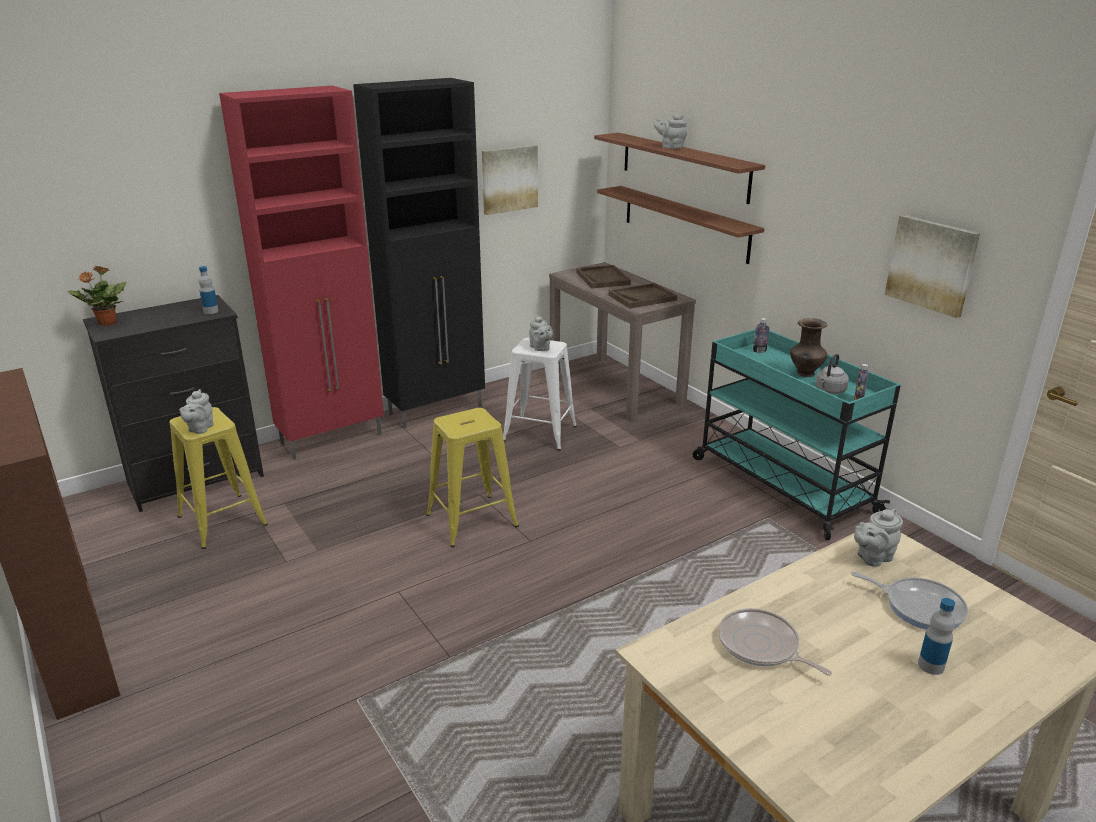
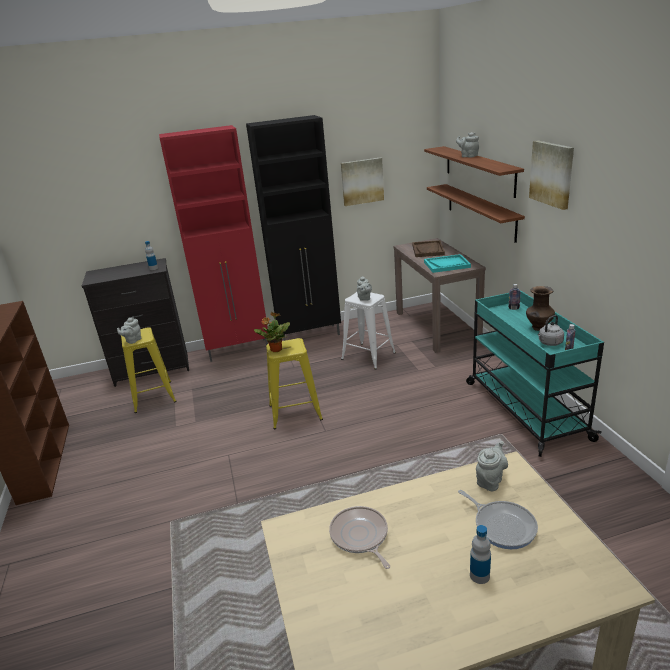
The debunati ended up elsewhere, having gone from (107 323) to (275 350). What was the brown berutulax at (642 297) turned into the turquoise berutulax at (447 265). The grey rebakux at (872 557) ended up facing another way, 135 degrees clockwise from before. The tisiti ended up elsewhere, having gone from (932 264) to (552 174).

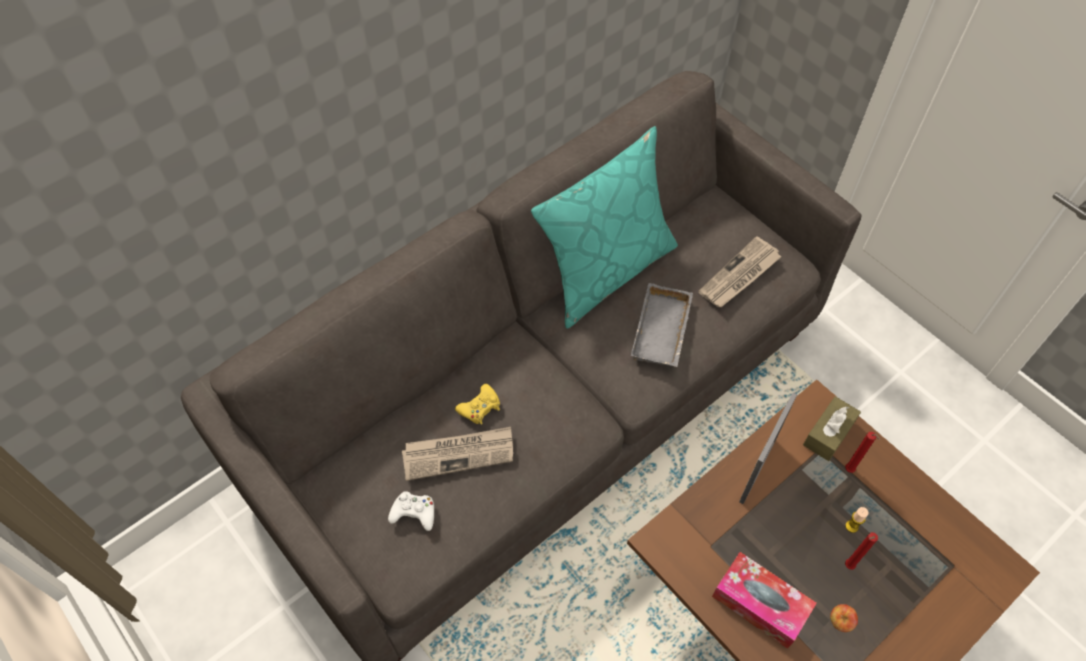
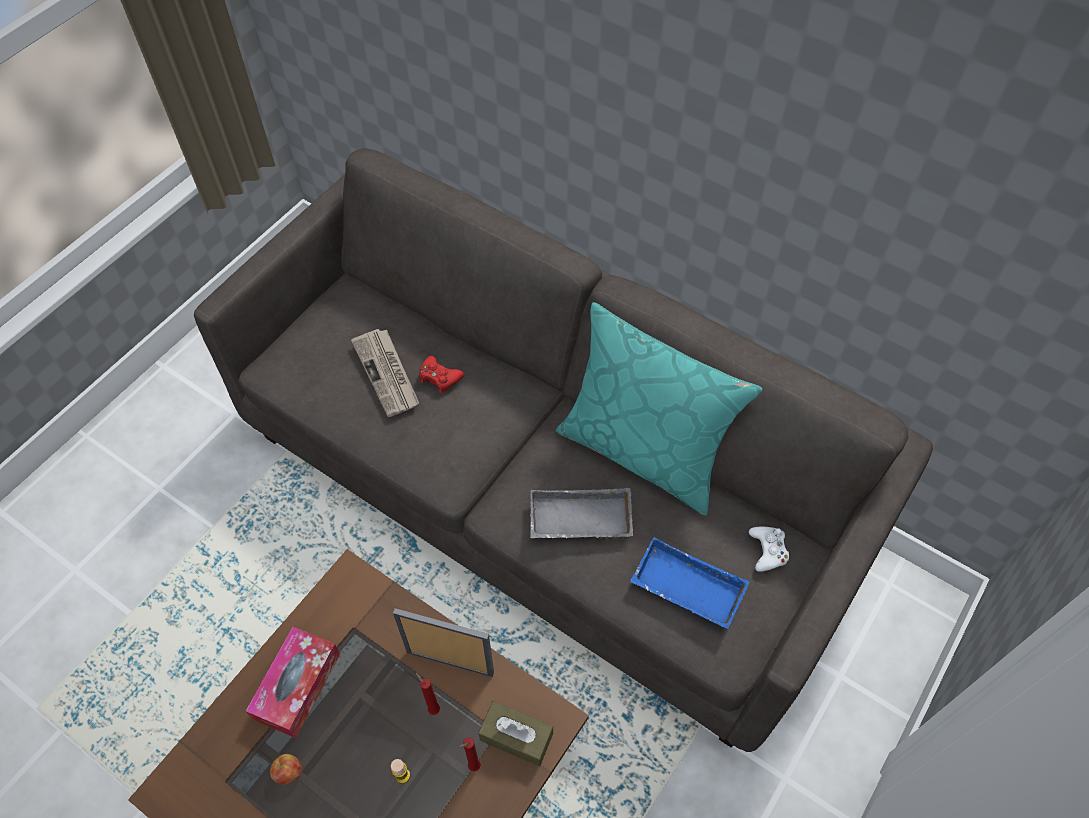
The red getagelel ended up elsewhere, having gone from (847 566) to (432 708). What was the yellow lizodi at (480 408) turned into the red lizodi at (439 377). Where the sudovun stood at (739 276), the blue berutulax came to stand at (685 589). The white lizodi ended up elsewhere, having gone from (414 513) to (768 551).

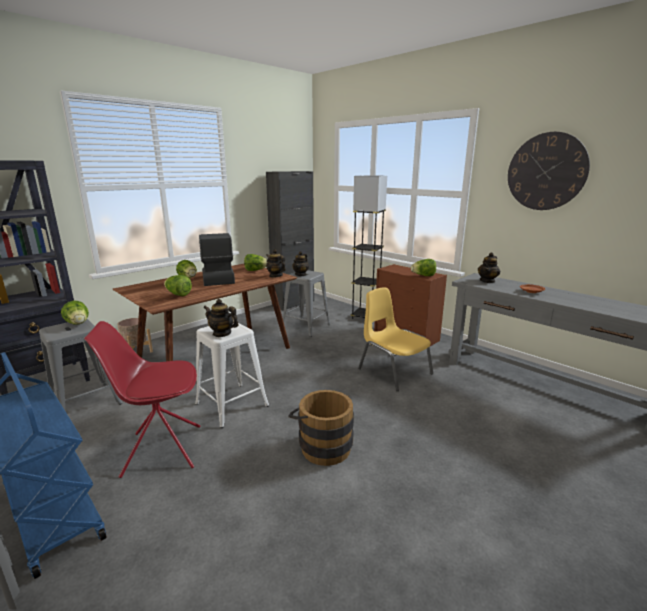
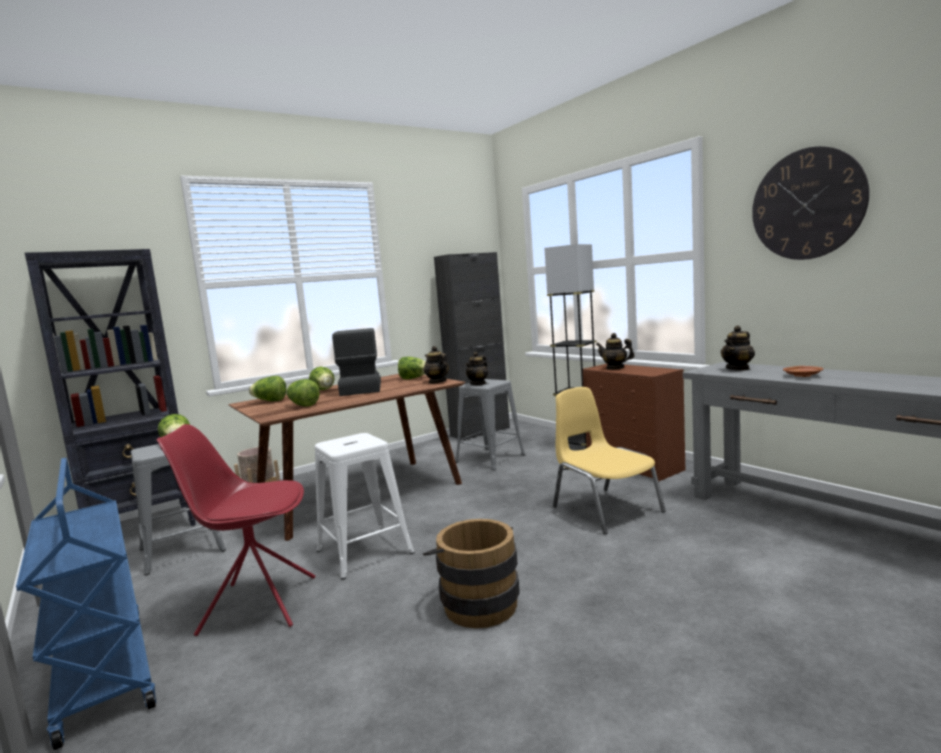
The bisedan ended up elsewhere, having gone from (423 276) to (270 401). The rebakux ended up elsewhere, having gone from (222 333) to (615 368).

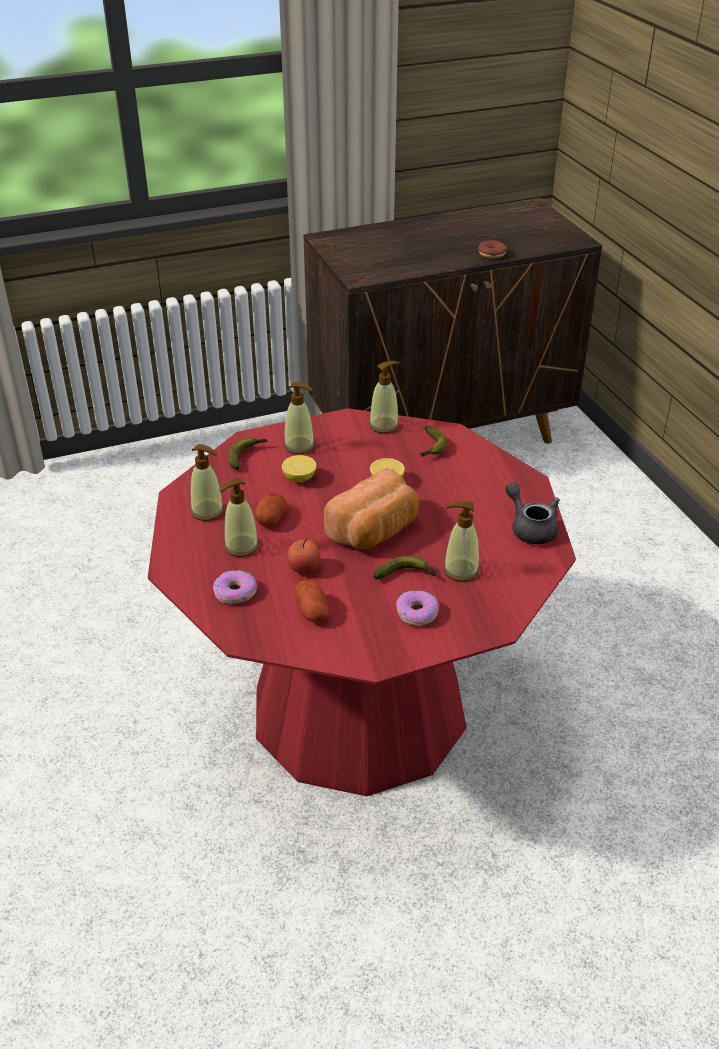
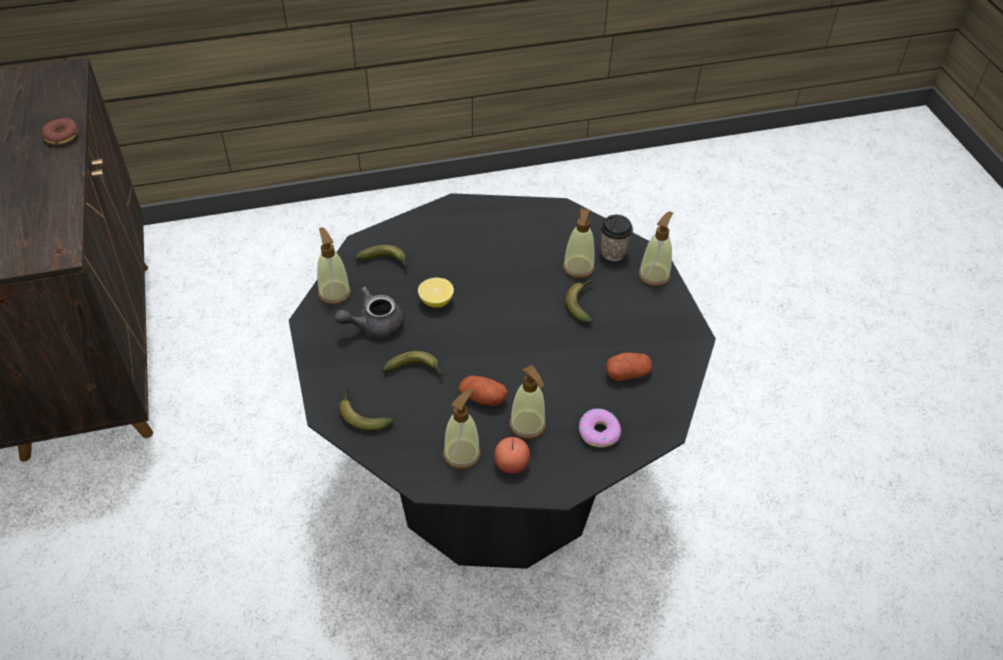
What was the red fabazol at (359 708) turned into the black fabazol at (497 477). The grey rebakux ended up elsewhere, having gone from (530 528) to (374 325). Where the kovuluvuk stood at (299 478), the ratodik came to stand at (416 370). The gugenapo ended up elsewhere, having gone from (304 568) to (511 464). The second view gained the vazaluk at (613 253). The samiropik ended up elsewhere, having gone from (299 446) to (654 275). The second view lost the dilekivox at (375 531). The second view lost the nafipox at (417 613).

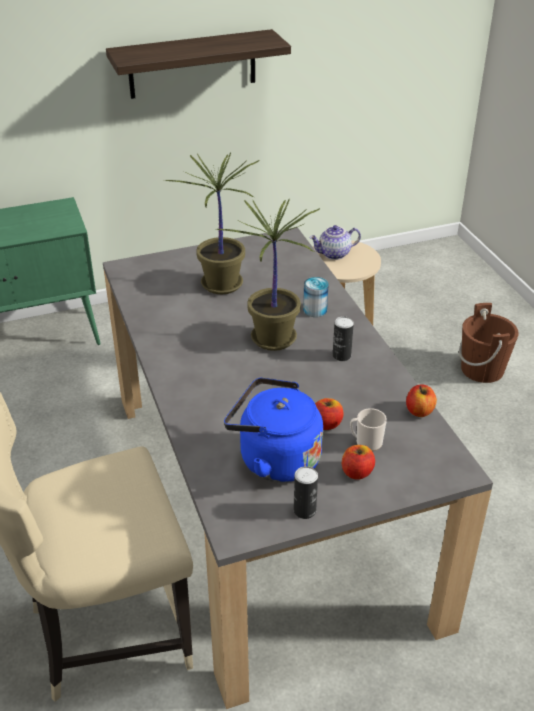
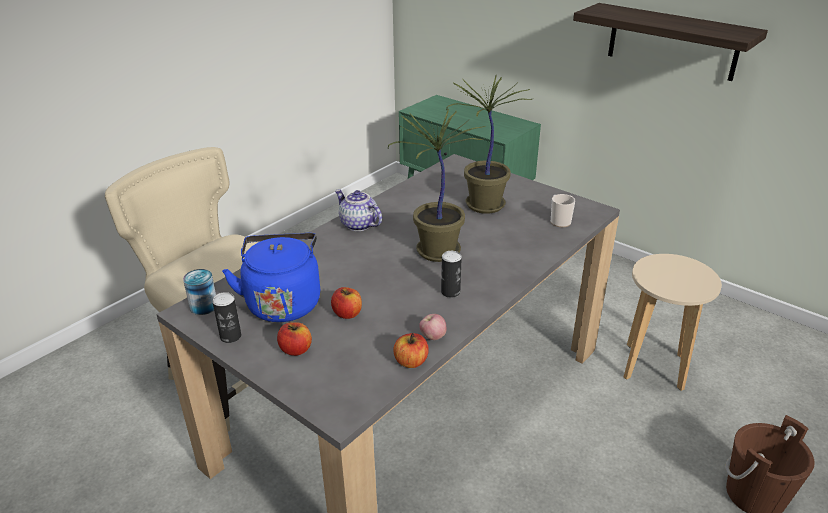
The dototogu ended up elsewhere, having gone from (315 310) to (204 306). The rebakux ended up elsewhere, having gone from (334 254) to (358 225). The second view gained the gugenapo at (432 337). The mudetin ended up elsewhere, having gone from (366 442) to (559 221).

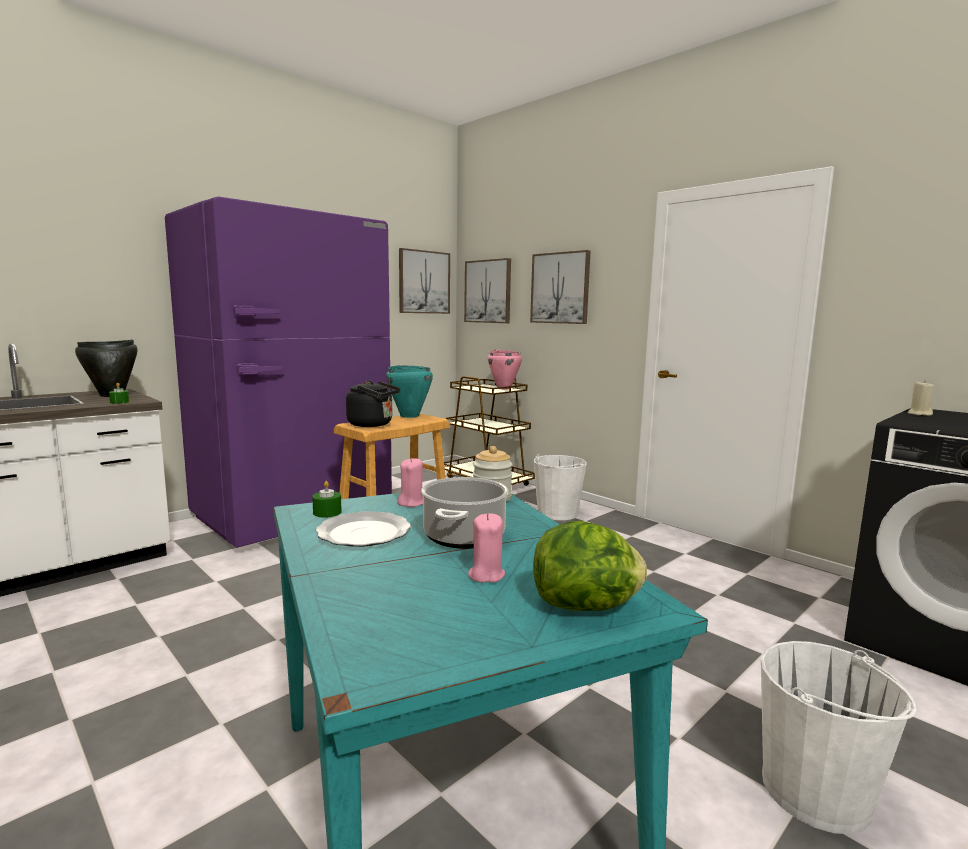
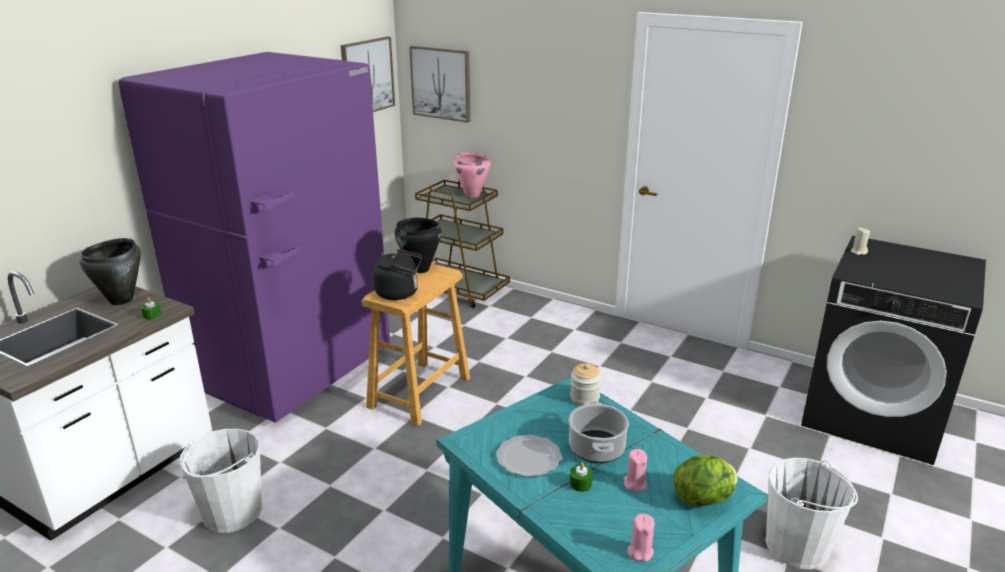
The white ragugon ended up elsewhere, having gone from (557 513) to (232 512). What was the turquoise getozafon at (409 416) turned into the black getozafon at (420 269). The green getagelel ended up elsewhere, having gone from (327 512) to (580 484). The pink getagelel ended up elsewhere, having gone from (411 503) to (640 551). The second view lost the tisiti at (560 288).

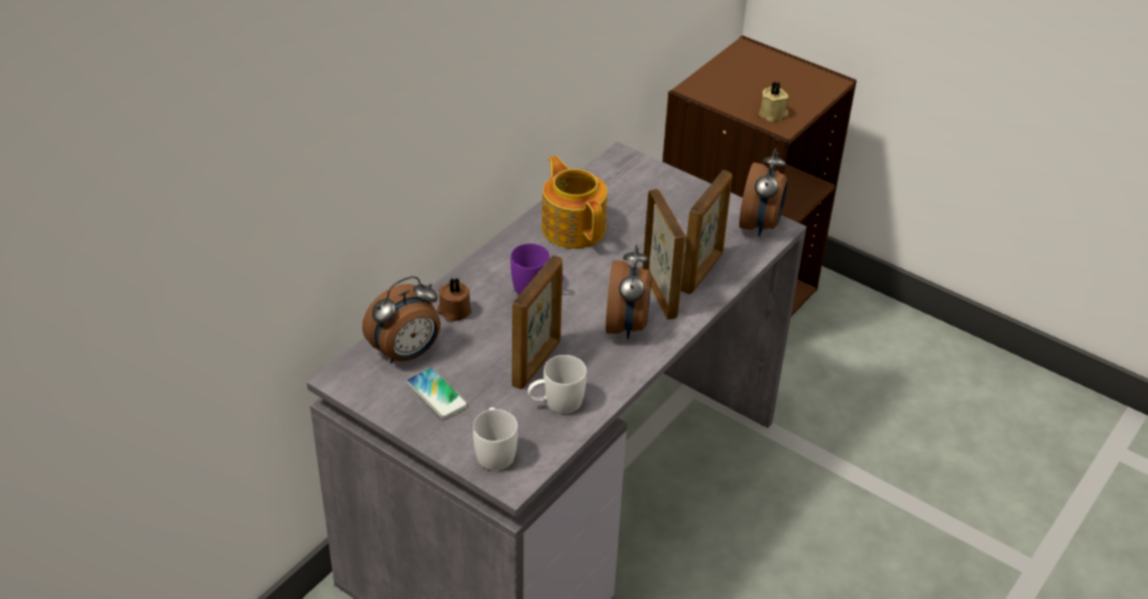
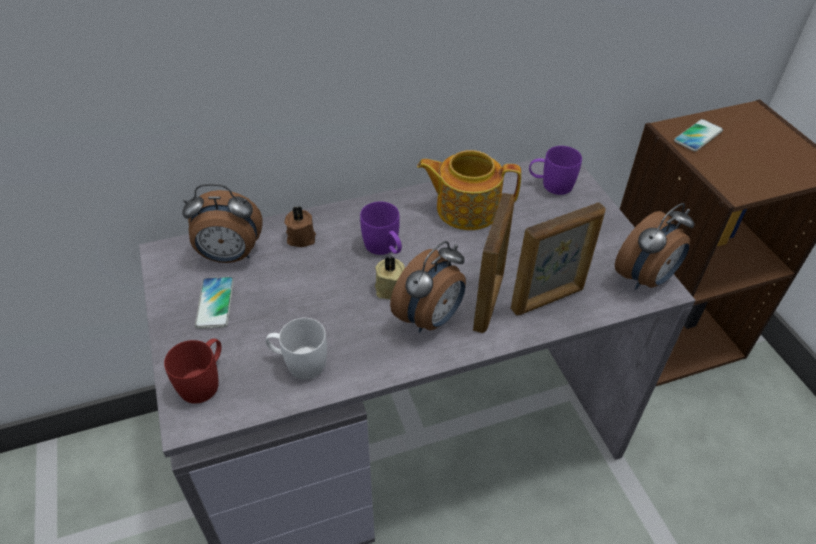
What was the white mudetin at (494 451) turned into the red mudetin at (204 381). The beige getagelel ended up elsewhere, having gone from (773 114) to (391 290). The rebakux at (573 227) ended up facing another way, 90 degrees counterclockwise from before. The second view gained the purple mudetin at (550 185). The second view gained the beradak at (698 136). The second view lost the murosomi at (537 363).

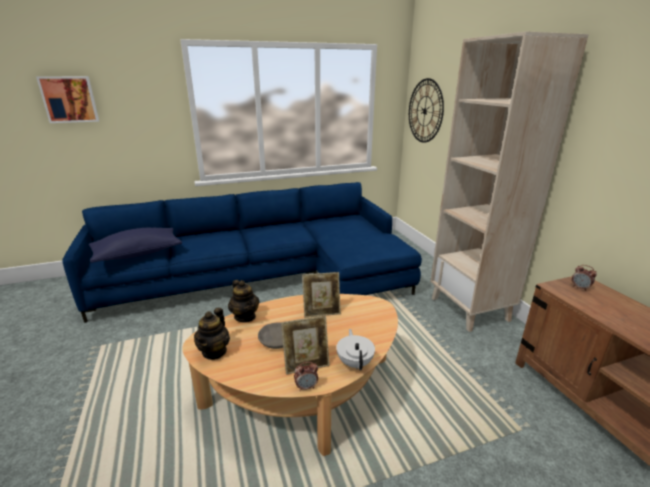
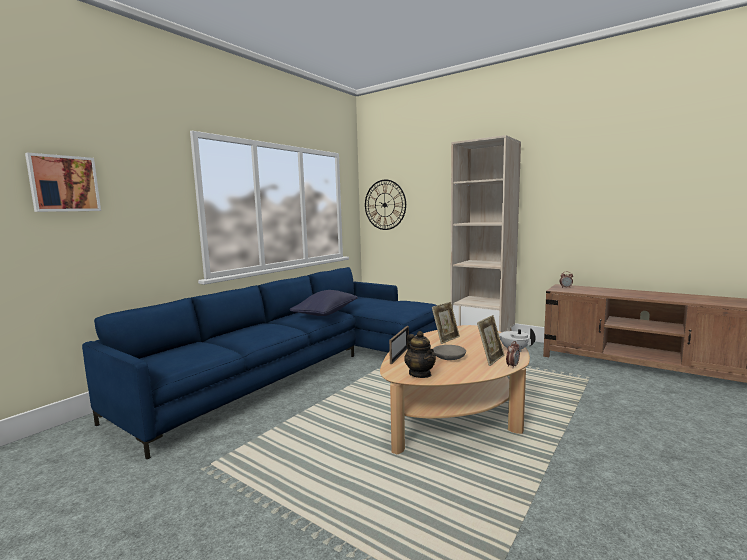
The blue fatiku ended up elsewhere, having gone from (138 254) to (325 313). Where the rebakux stood at (245 316), the murosomi came to stand at (399 355).

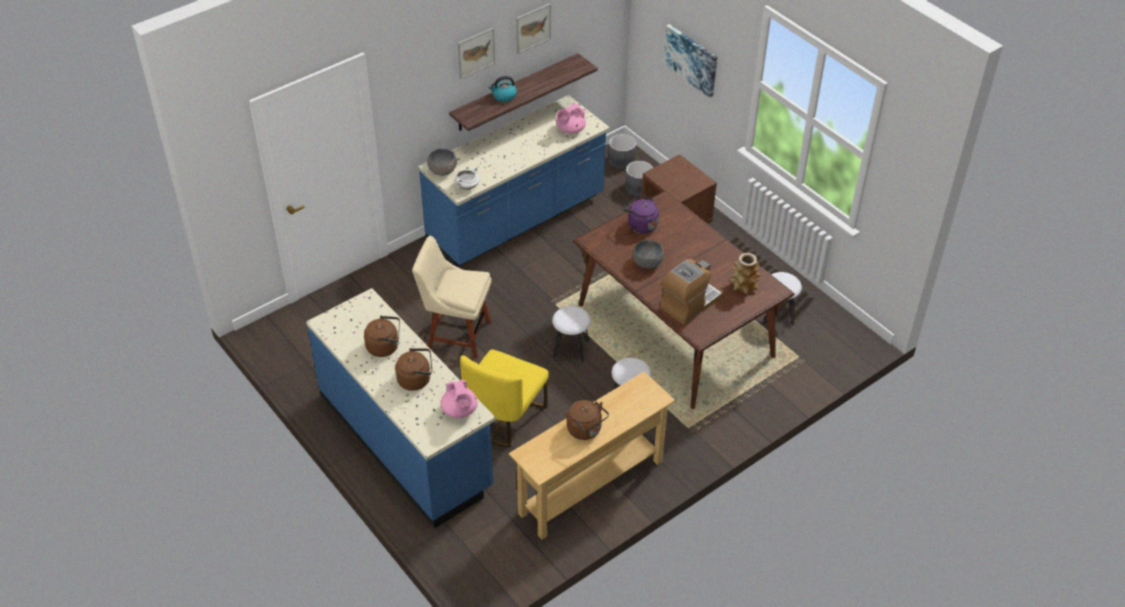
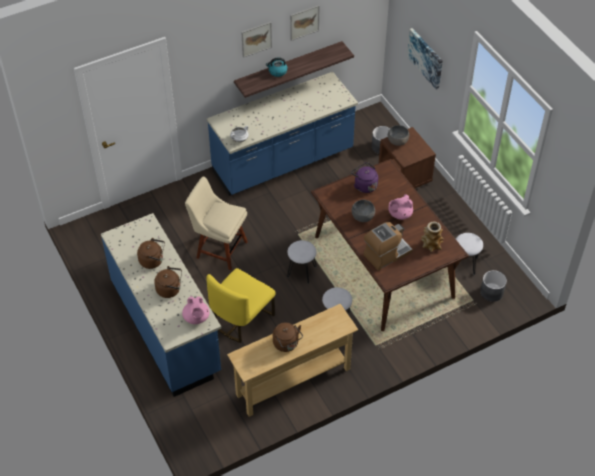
The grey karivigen ended up elsewhere, having gone from (442 170) to (397 141). The pink rebakux ended up elsewhere, having gone from (570 130) to (399 214). The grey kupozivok ended up elsewhere, having gone from (622 161) to (492 292).

